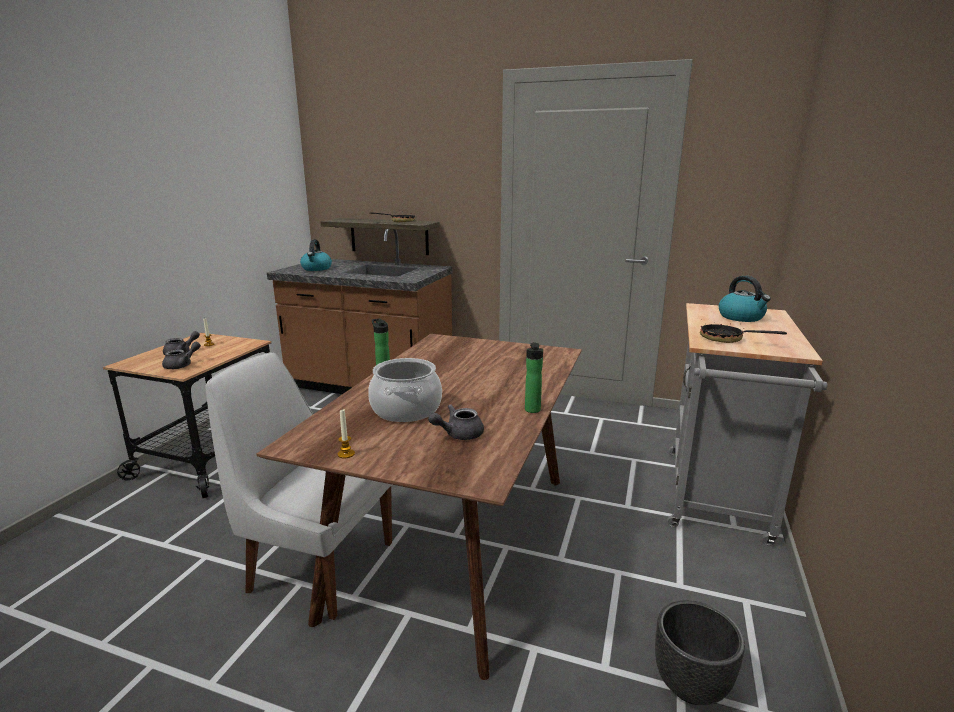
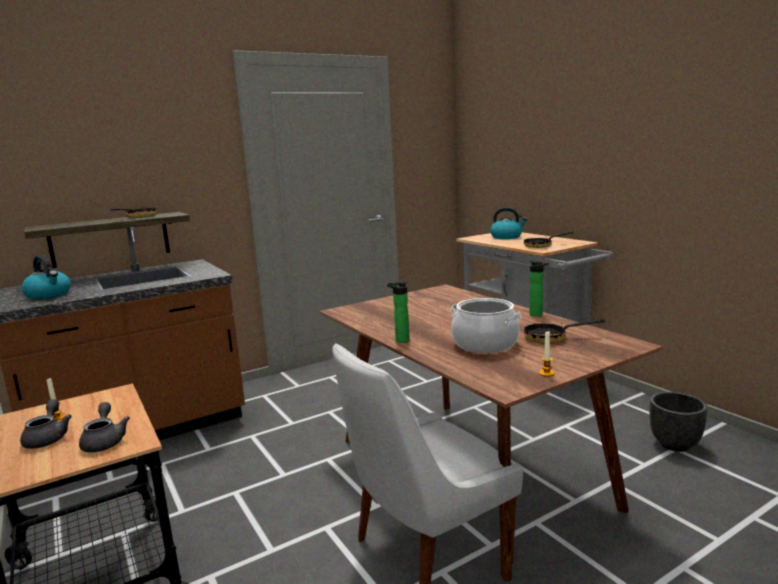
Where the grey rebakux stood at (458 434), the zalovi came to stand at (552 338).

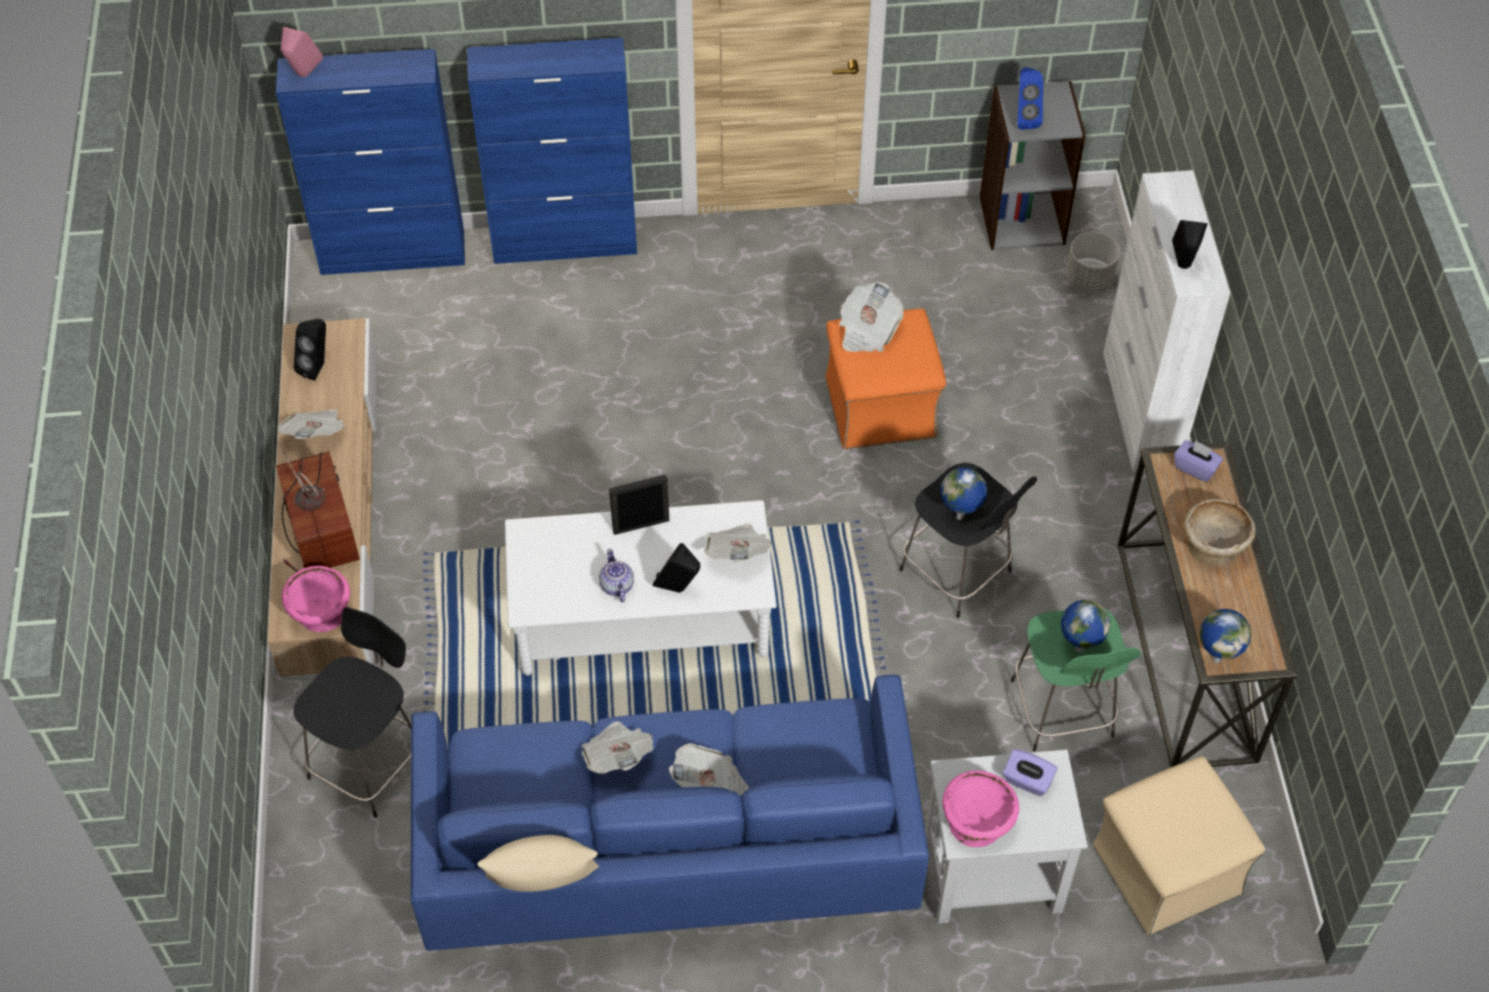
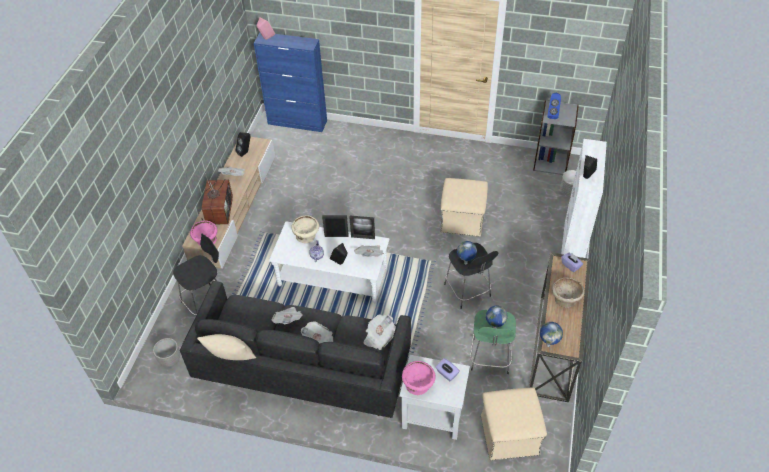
The second view gained the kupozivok at (170 361). What was the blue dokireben at (667 854) turned into the black dokireben at (304 369). The second view gained the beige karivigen at (306 235). The second view gained the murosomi at (363 237). The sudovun ended up elsewhere, having gone from (867 331) to (379 337). What was the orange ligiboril at (881 407) turned into the beige ligiboril at (463 220). The second view lost the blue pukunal at (565 242).

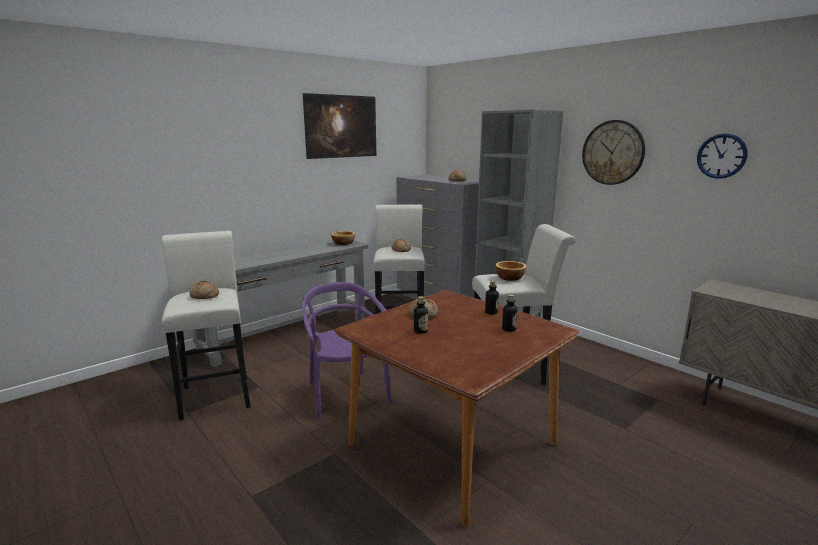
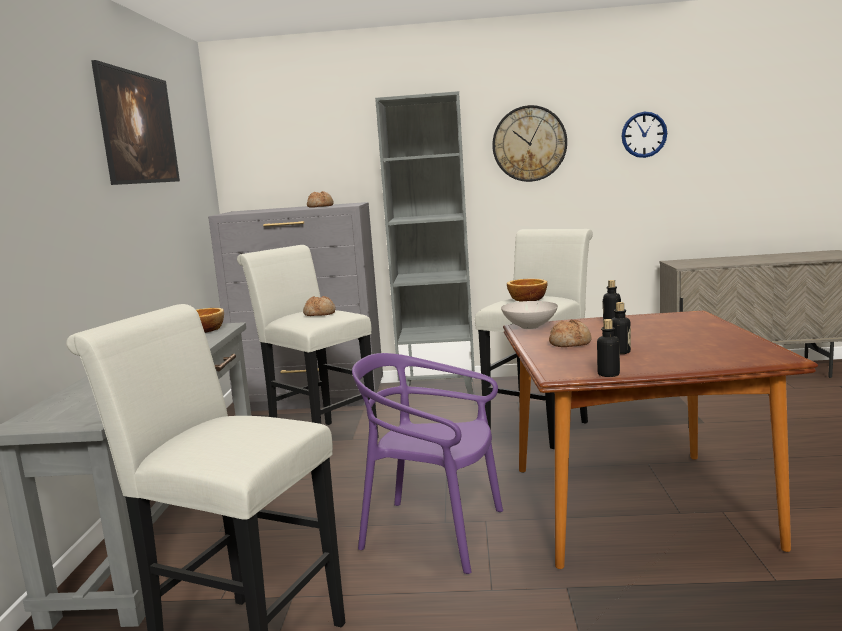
The second view gained the white karivigen at (530 327). The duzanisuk ended up elsewhere, having gone from (509 329) to (608 374). The second view lost the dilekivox at (204 296).

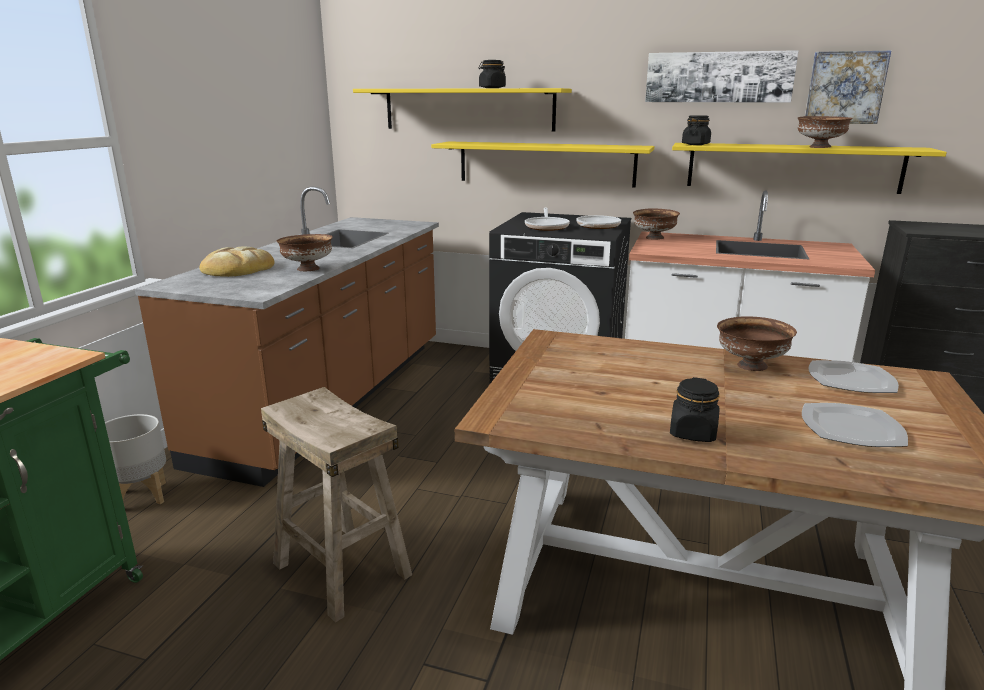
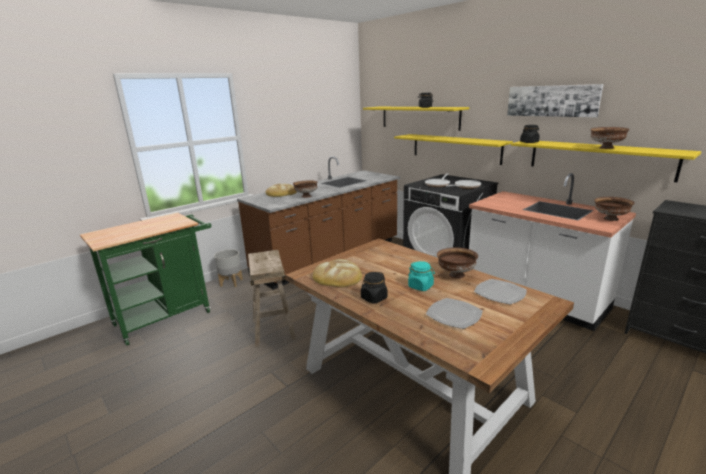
The second view gained the dilekivox at (337 277). The second view gained the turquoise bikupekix at (421 286). The brown karivigen ended up elsewhere, having gone from (654 238) to (610 219). The second view lost the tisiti at (845 88).

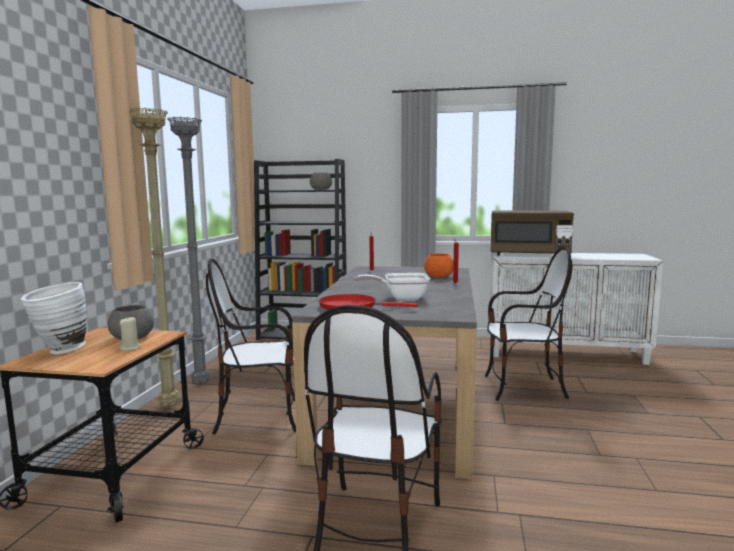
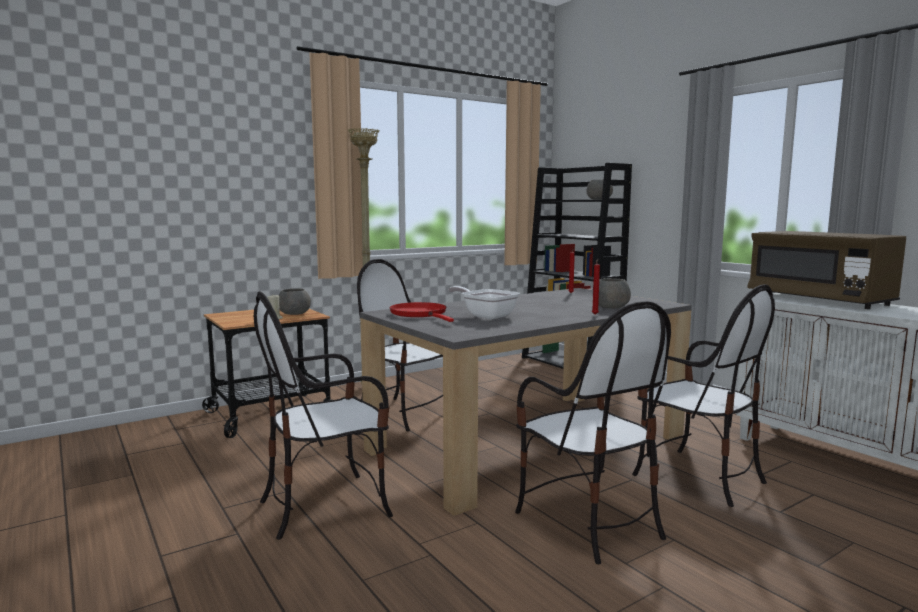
The second view gained the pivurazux at (588 523). What was the orange karivigen at (439 276) turned into the grey karivigen at (610 307). The second view lost the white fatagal at (59 351). The second view lost the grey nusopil at (202 384).

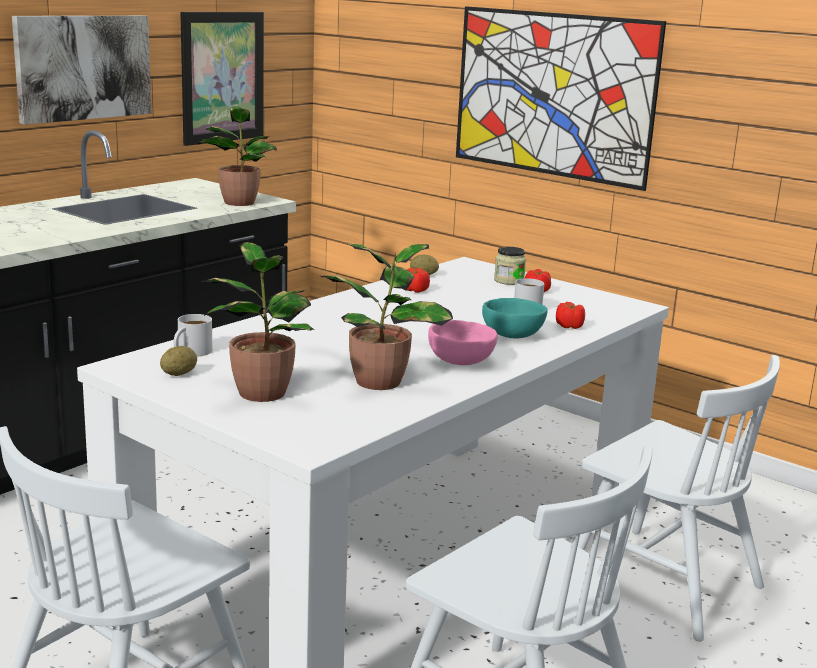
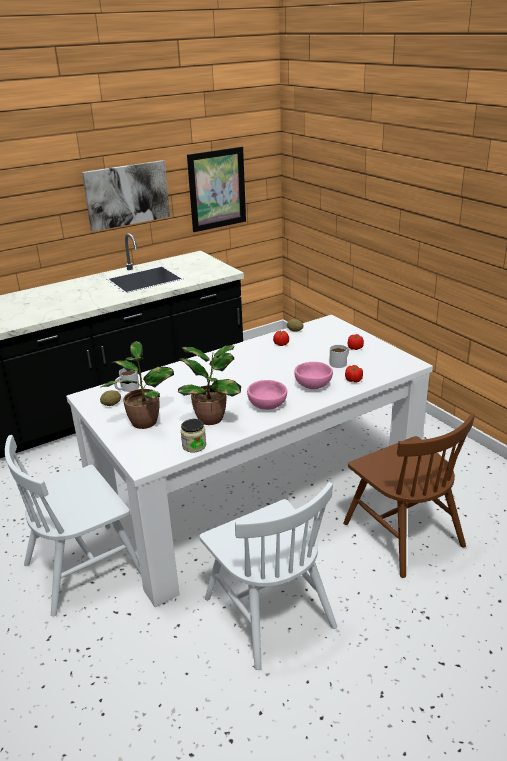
The bikupekix ended up elsewhere, having gone from (509 281) to (194 446). What was the turquoise karivigen at (512 335) turned into the pink karivigen at (312 386). What was the white pivurazux at (662 582) turned into the brown pivurazux at (402 534). The second view lost the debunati at (238 202). The second view lost the tisiti at (552 94).

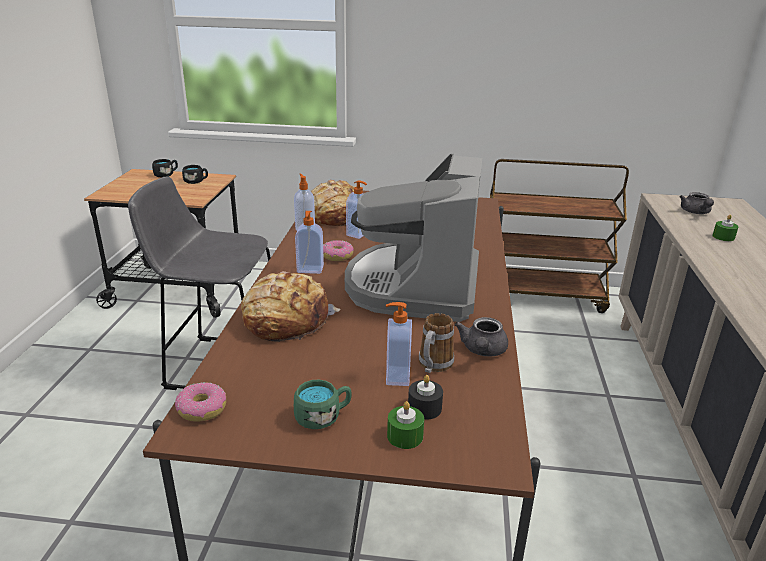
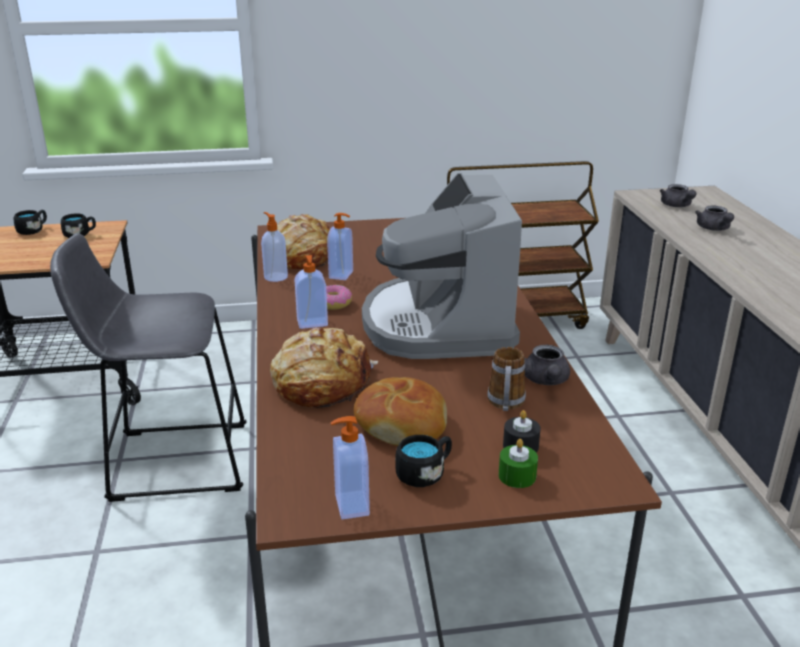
The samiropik ended up elsewhere, having gone from (396 376) to (350 505). The second view gained the dilekivox at (401 424). What was the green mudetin at (323 416) turned into the black mudetin at (425 473). Where the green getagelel stood at (723 237), the grey rebakux came to stand at (714 229). The second view lost the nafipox at (201 409).

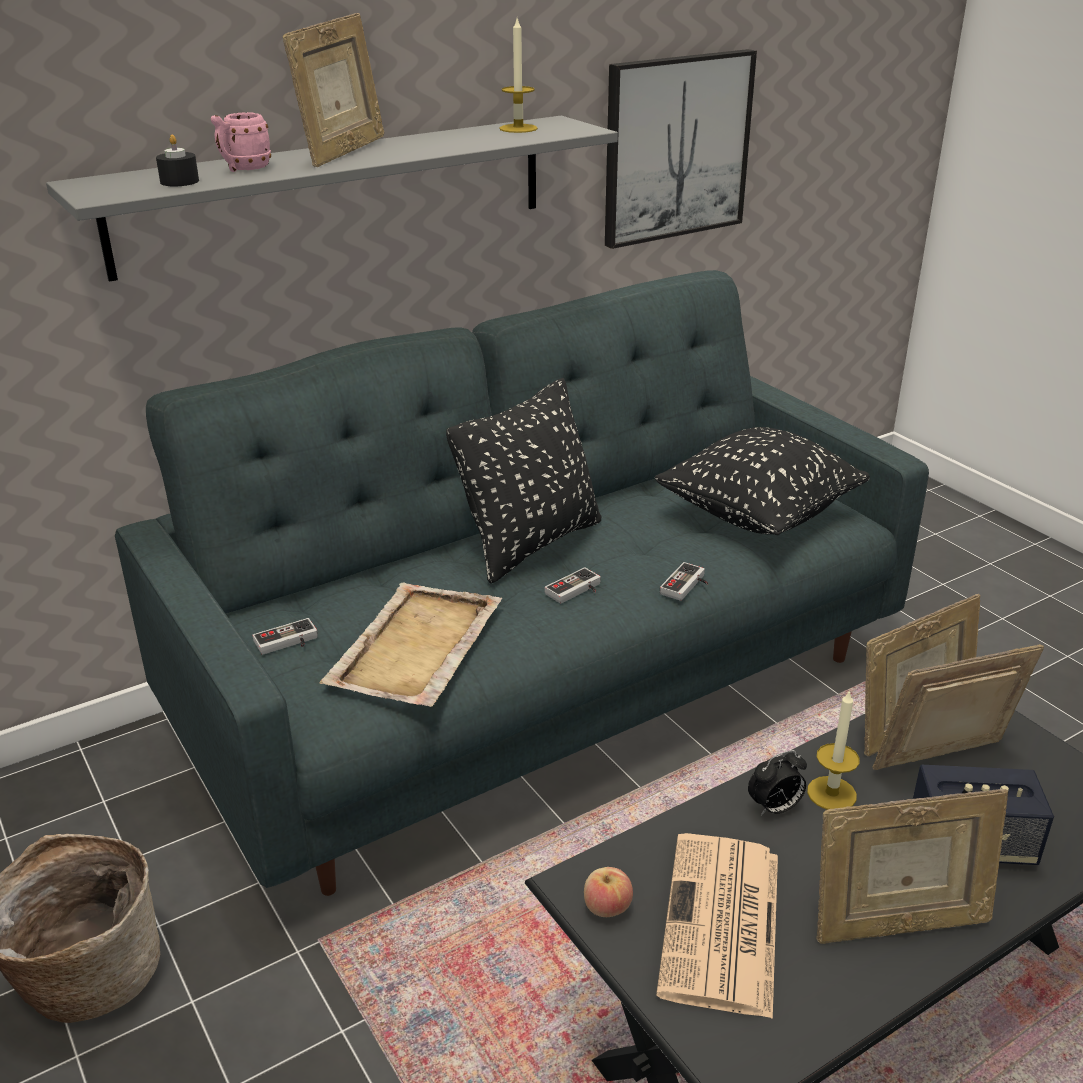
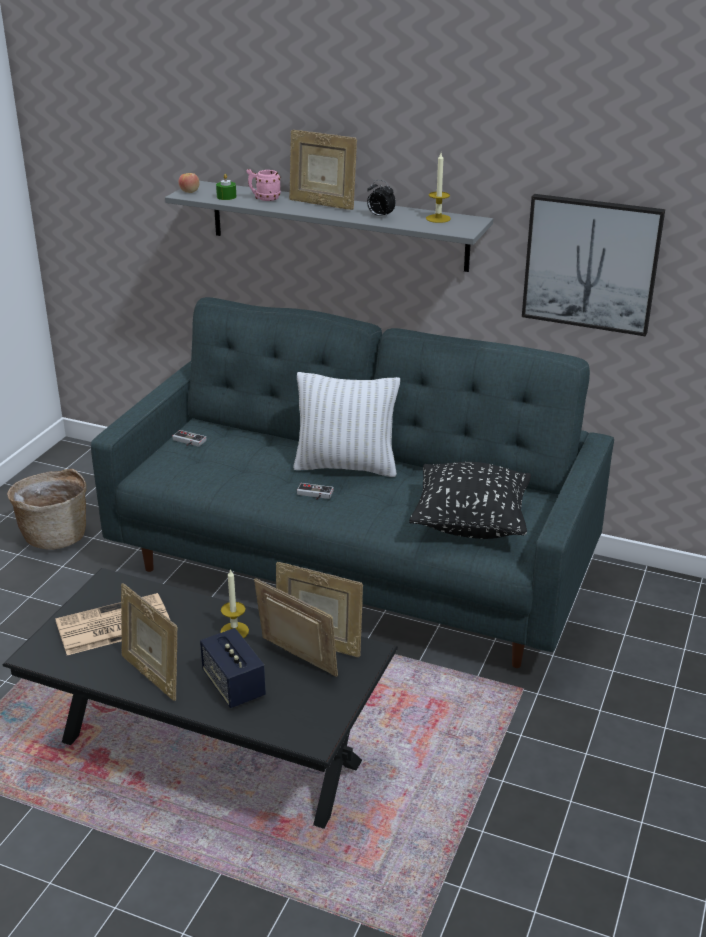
The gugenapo ended up elsewhere, having gone from (607 907) to (189 191). What was the black getagelel at (179 181) turned into the green getagelel at (226 197). The murosomi at (343 153) ended up facing another way, 45 degrees clockwise from before. What was the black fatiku at (531 544) turned into the white fatiku at (346 466). The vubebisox ended up elsewhere, having gone from (774 808) to (380 216). The second view lost the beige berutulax at (414 648). The second view lost the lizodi at (687 586).

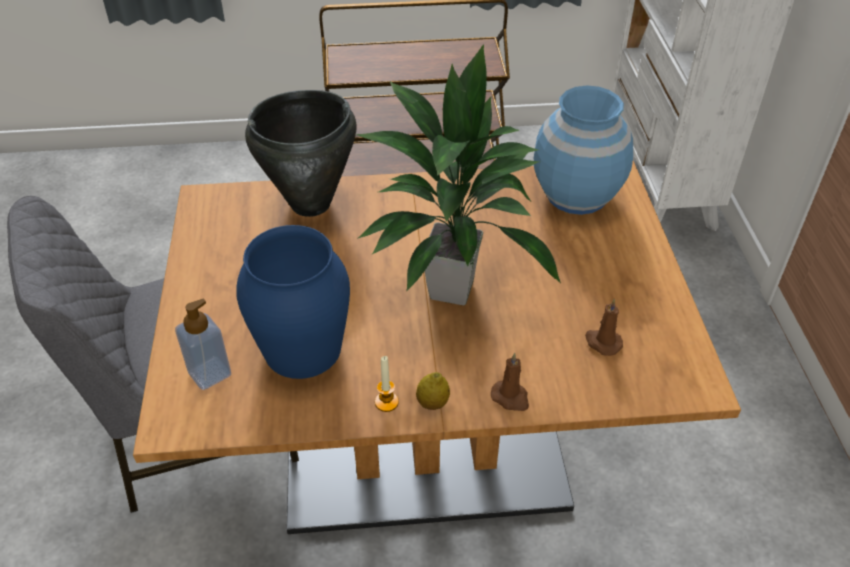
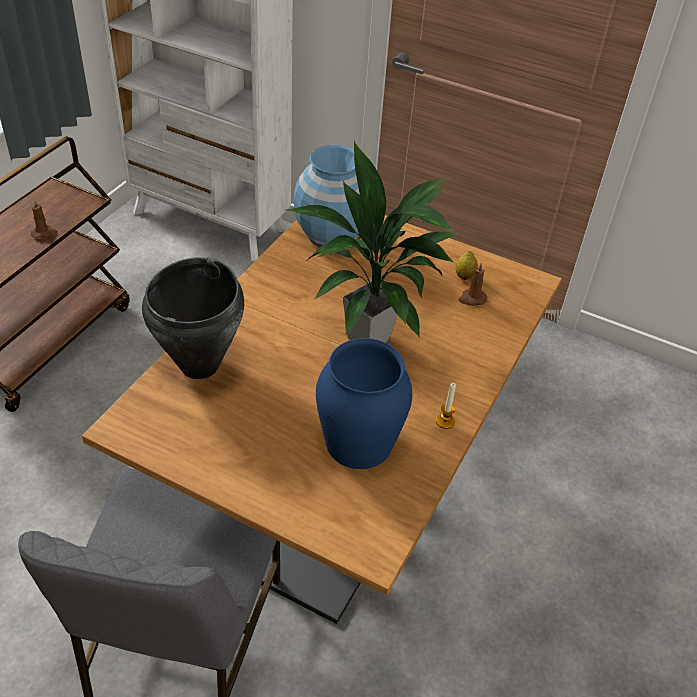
The brown getagelel ended up elsewhere, having gone from (511 397) to (44 233). The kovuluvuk ended up elsewhere, having gone from (432 403) to (464 276). The second view lost the samiropik at (210 373).

